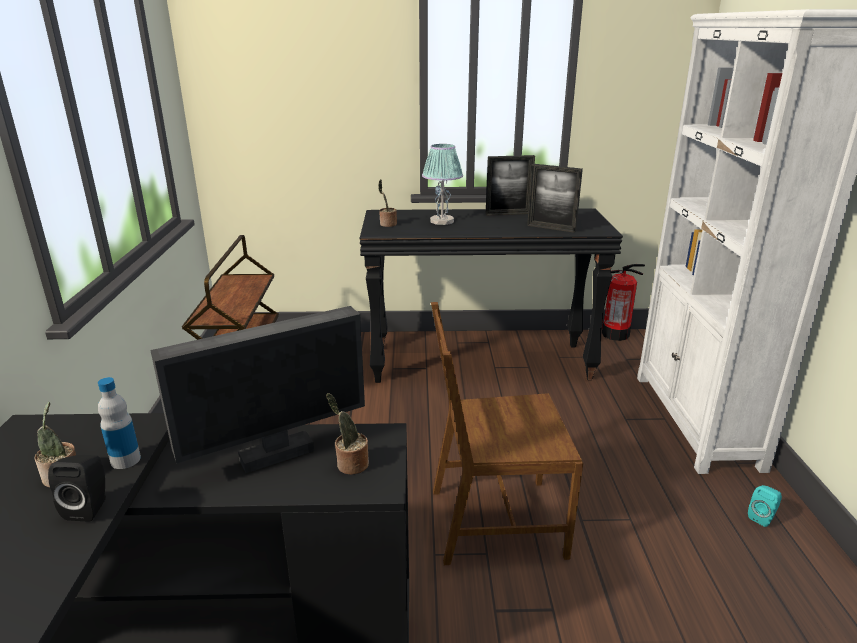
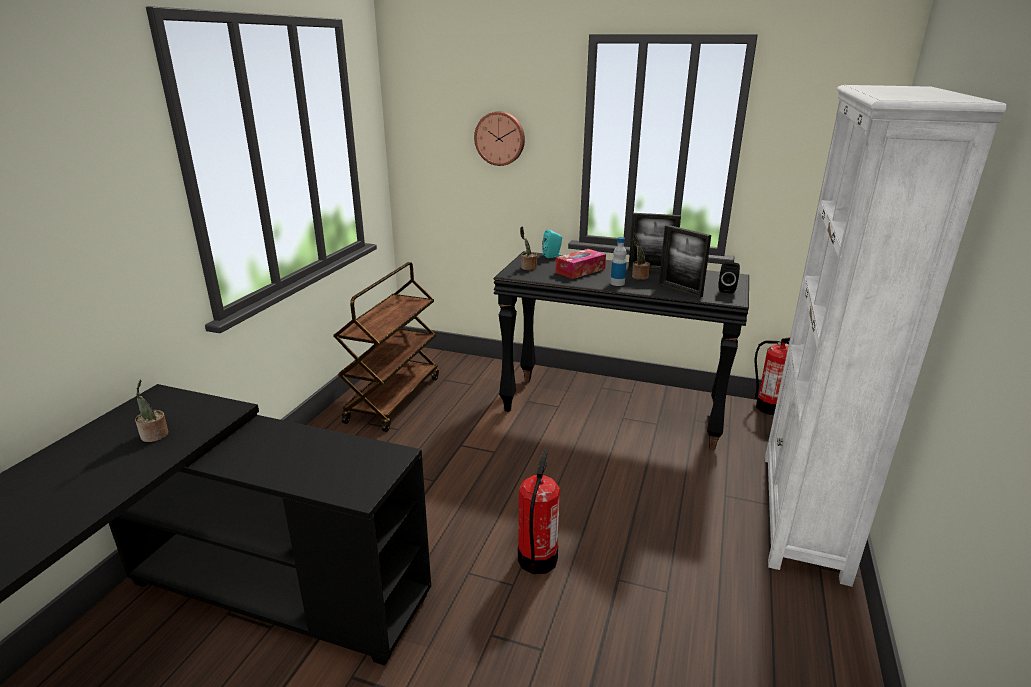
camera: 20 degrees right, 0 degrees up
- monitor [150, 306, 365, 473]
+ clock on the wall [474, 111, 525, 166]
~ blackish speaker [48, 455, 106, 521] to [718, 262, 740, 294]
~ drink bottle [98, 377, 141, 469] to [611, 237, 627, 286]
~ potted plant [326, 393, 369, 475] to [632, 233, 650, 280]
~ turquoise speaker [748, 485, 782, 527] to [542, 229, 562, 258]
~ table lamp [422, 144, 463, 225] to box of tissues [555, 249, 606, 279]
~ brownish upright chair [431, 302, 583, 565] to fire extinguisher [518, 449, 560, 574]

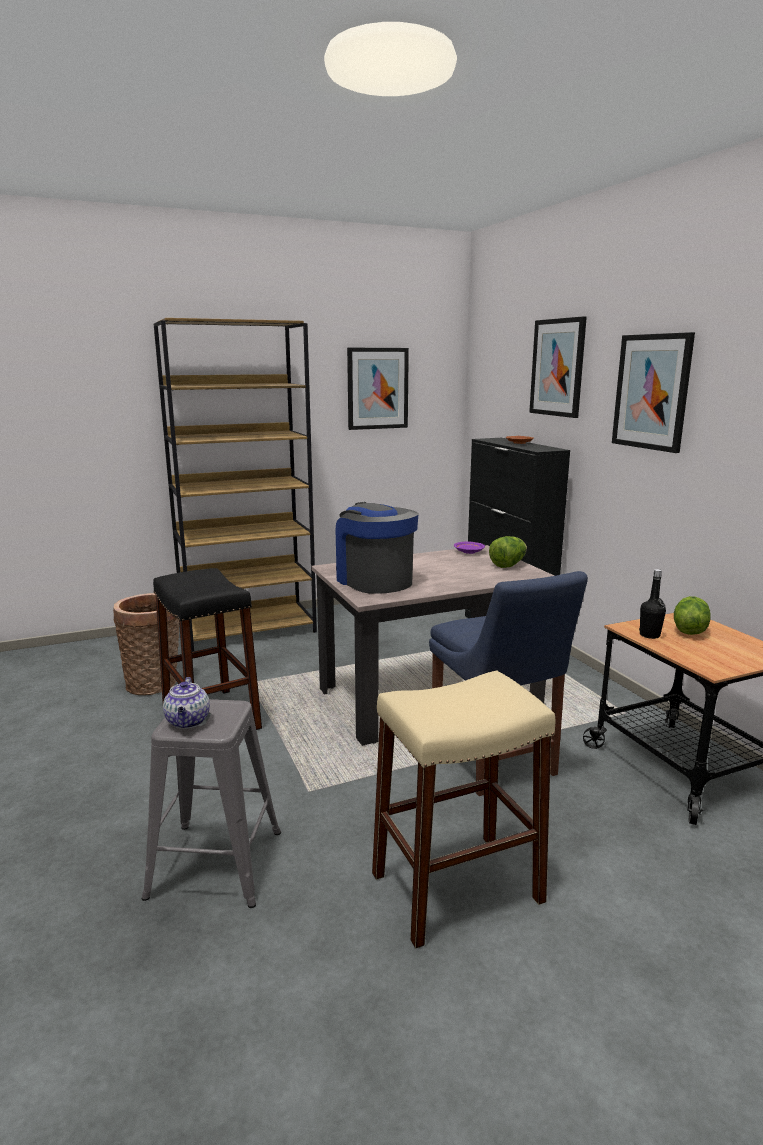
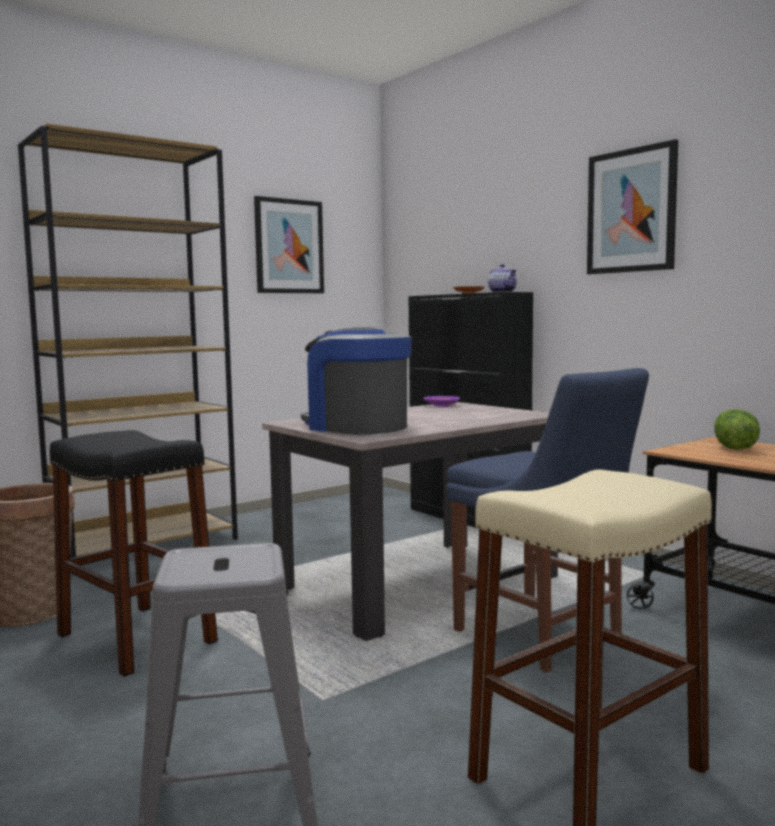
camera: 15 degrees left, 10 degrees down
- head of lettuce [489, 536, 527, 568]
- wall art [529, 316, 587, 418]
- blackish drink bottle [639, 569, 666, 639]
~ tea pot [163, 677, 210, 729] to [488, 264, 517, 292]

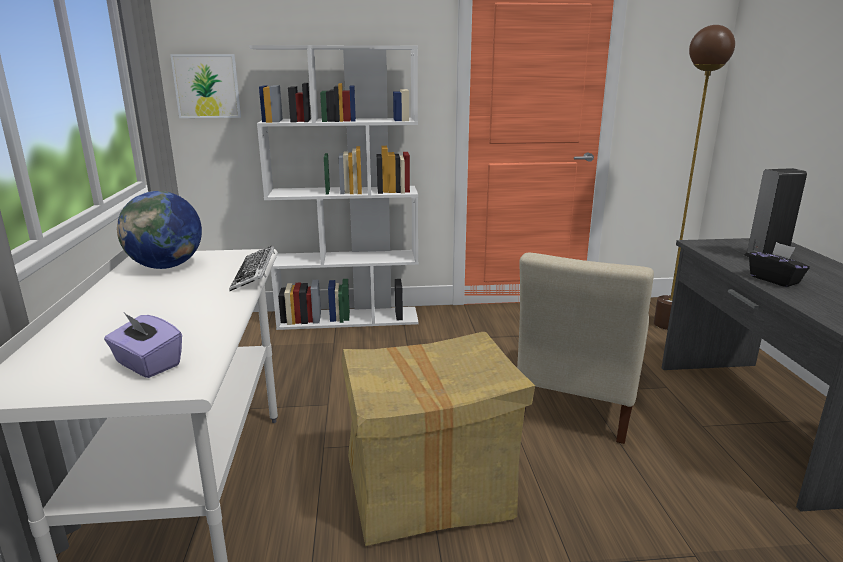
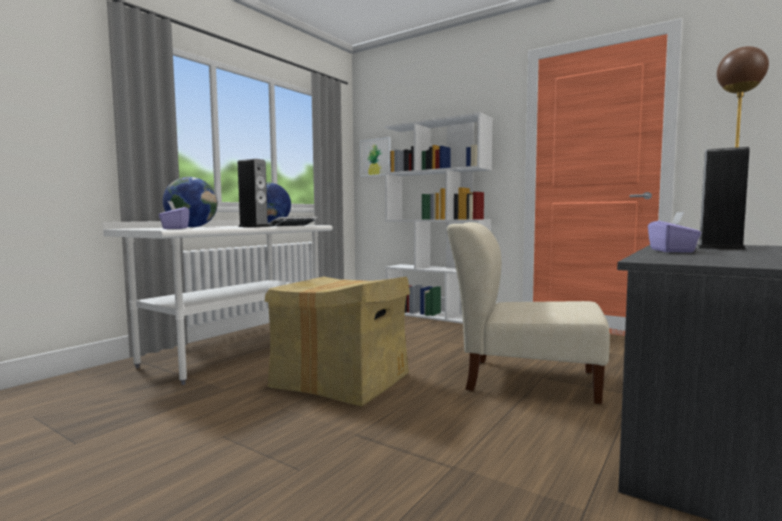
camera: 40 degrees right, 15 degrees down
+ globe [163, 177, 218, 228]
+ speaker [238, 159, 270, 227]
~ blackish box of tissues [749, 242, 810, 287] to purple-coloured box of tissues [648, 212, 702, 252]
~ sand-coloured upright chair [517, 253, 654, 444] = [447, 222, 610, 404] 45 degrees clockwise

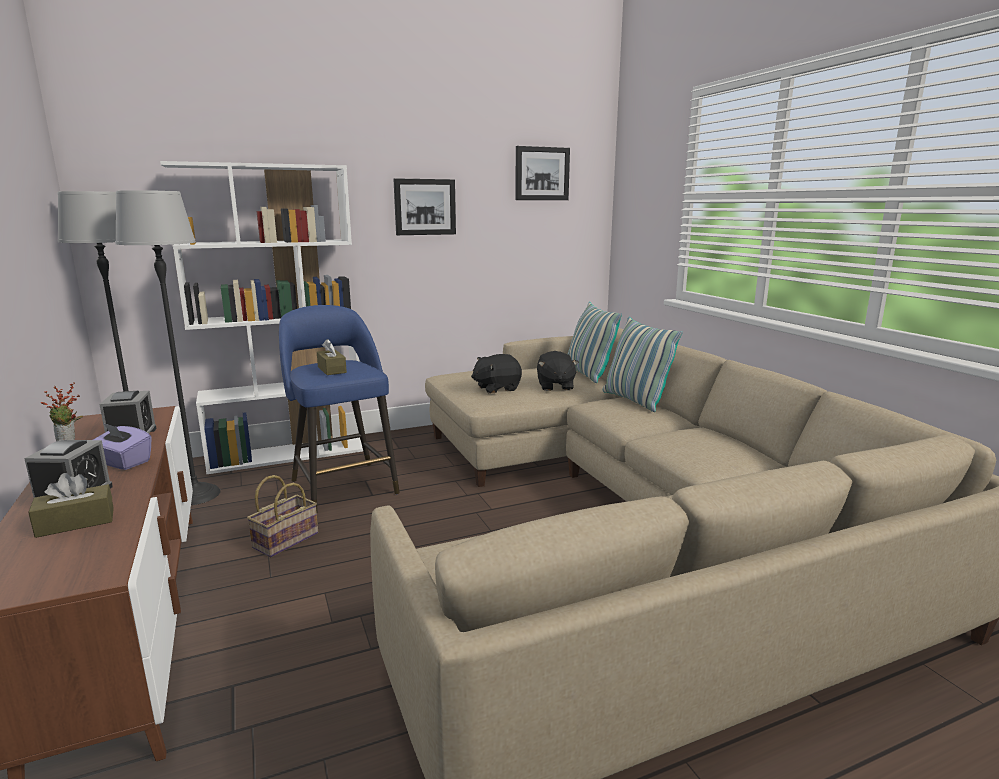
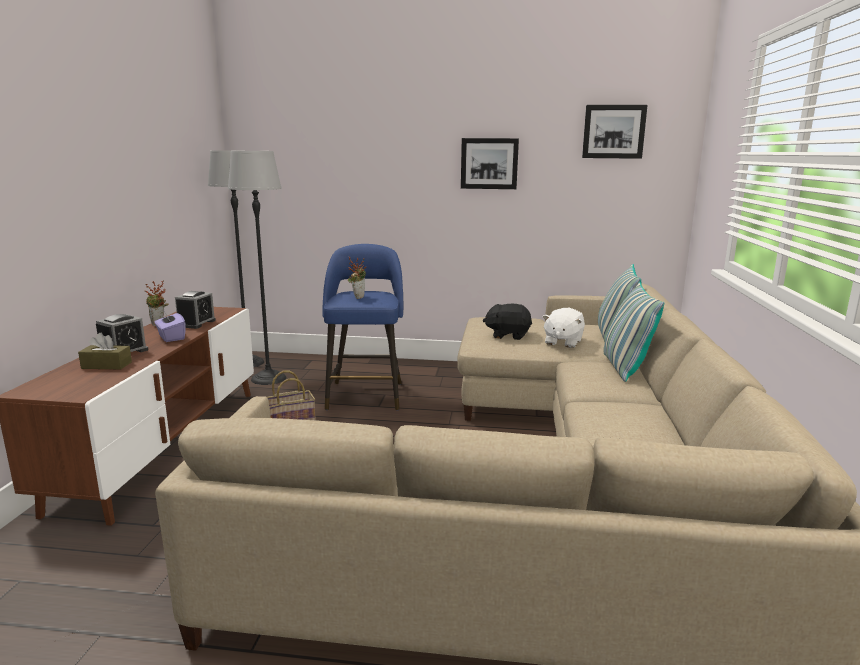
camera: 30 degrees right, 0 degrees up
- white-coloured bookcase [160, 161, 363, 474]
~ brownish box of tissues [317, 339, 347, 375] to potted plant [348, 256, 366, 299]
~ blackish plush toy [537, 351, 579, 391] to white-coloured plush toy [542, 308, 585, 348]

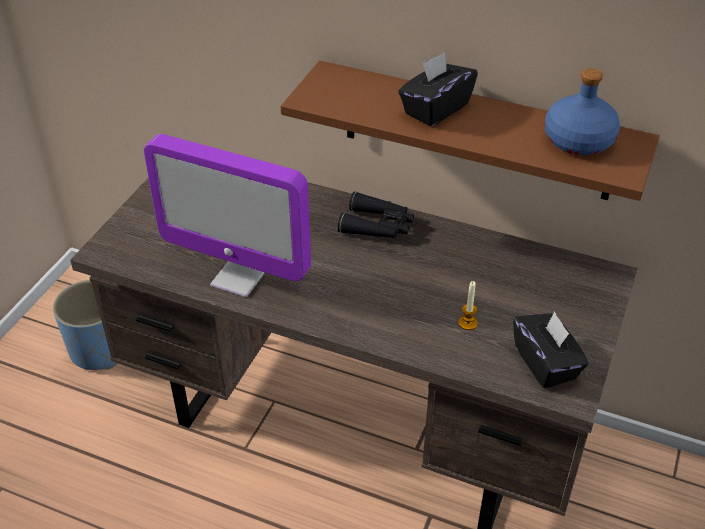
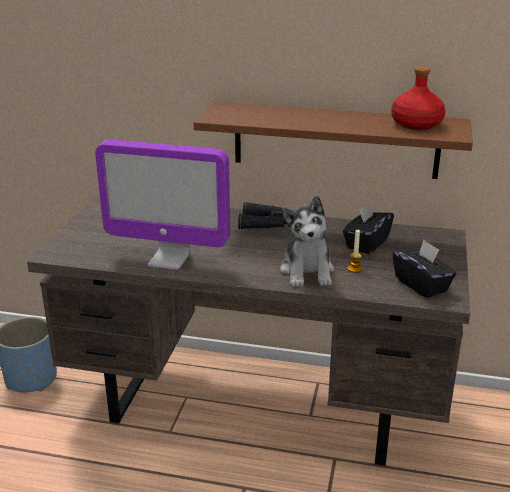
camera: 10 degrees left, 15 degrees down
+ plush toy [280, 196, 334, 287]
~ blackish box of tissues [398, 52, 478, 126] to [343, 202, 394, 254]
~ blue-coloured drink bottle [545, 68, 620, 155] to red drink bottle [391, 66, 446, 130]

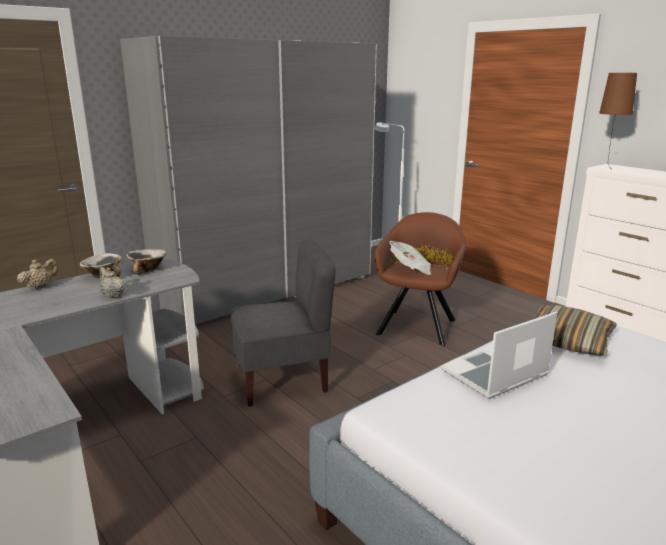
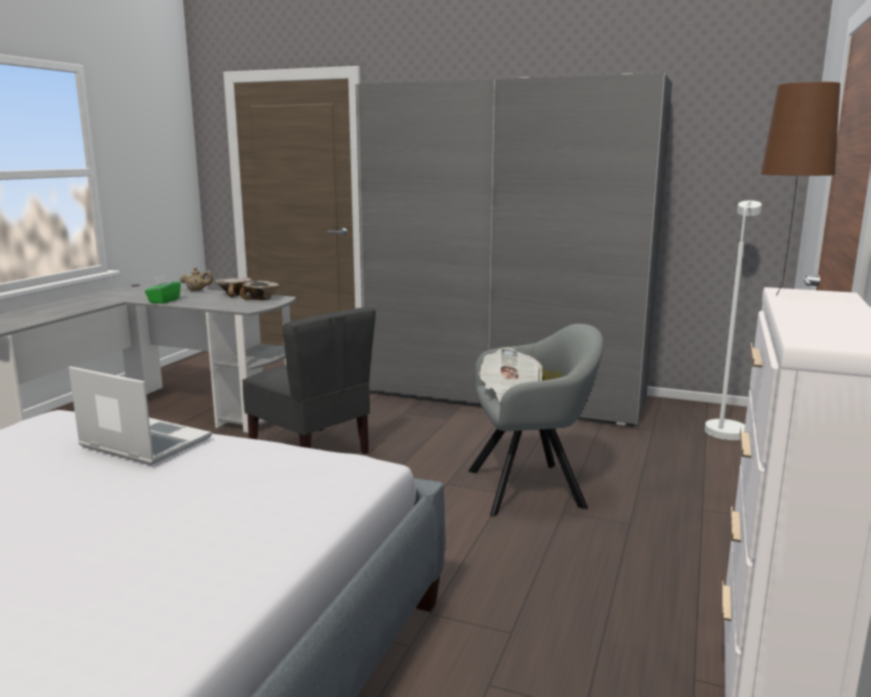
camera: 60 degrees right, 5 degrees down
- sand-coloured tea pot [99, 267, 125, 298]
- throw pillow [534, 305, 617, 356]
+ green-coloured box of tissues [145, 275, 181, 304]
~ brownish armchair [375, 212, 466, 346] to grey armchair [468, 324, 603, 517]

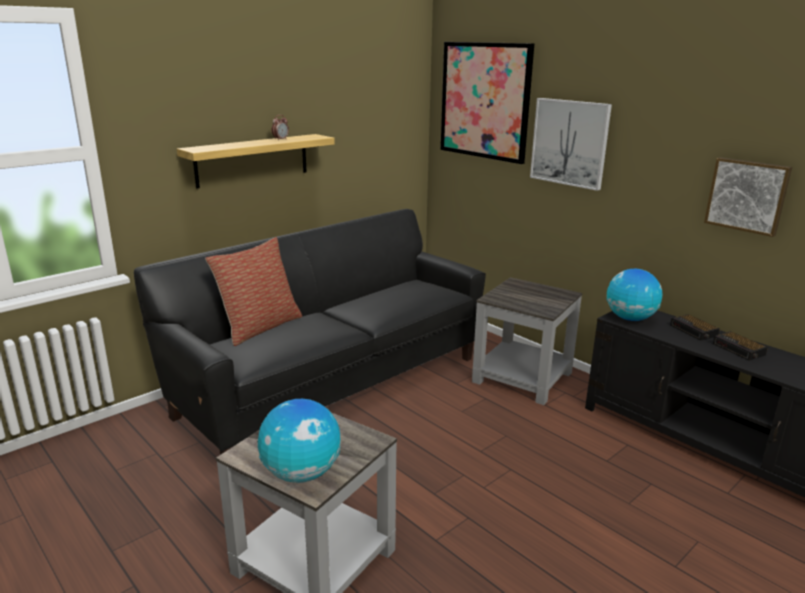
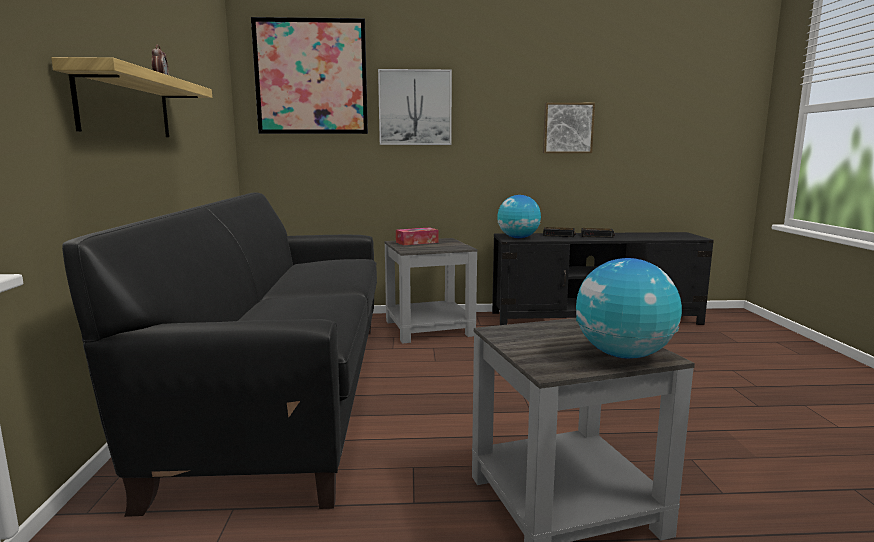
camera: 50 degrees left, 10 degrees down
- throw pillow [205, 237, 302, 346]
+ box of tissues [396, 227, 438, 245]

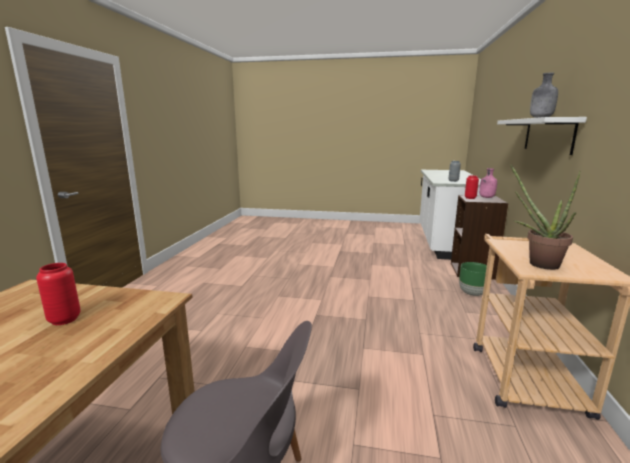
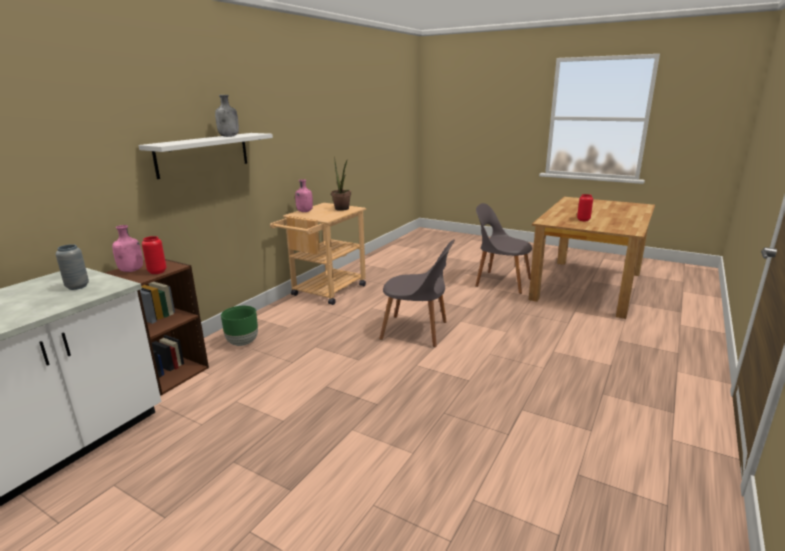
camera: 160 degrees left, 5 degrees up
+ pinkish drink bottle [295, 179, 313, 212]
+ grey upright chair [379, 239, 455, 347]

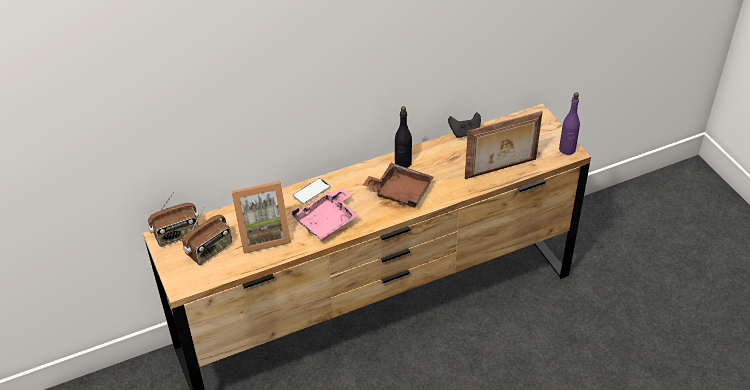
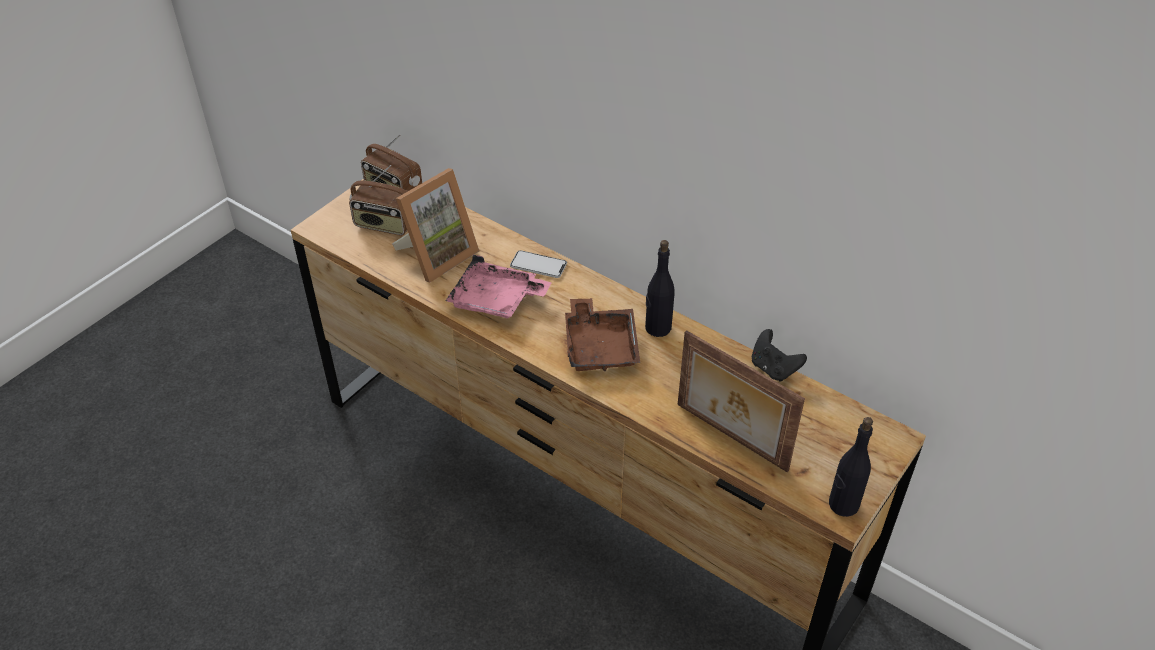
camera: 60 degrees right, 0 degrees up
~ purple-coloured drink bottle [559, 93, 580, 155] to blackish drink bottle [829, 417, 873, 517]
~ photo frame [232, 181, 291, 254] = [392, 168, 479, 283] 90 degrees counterclockwise

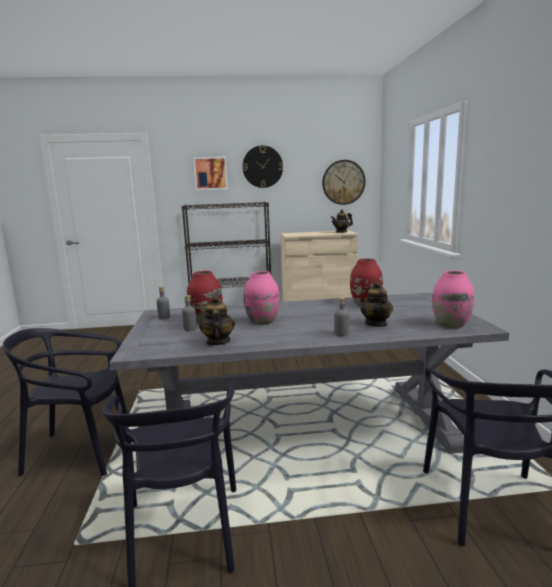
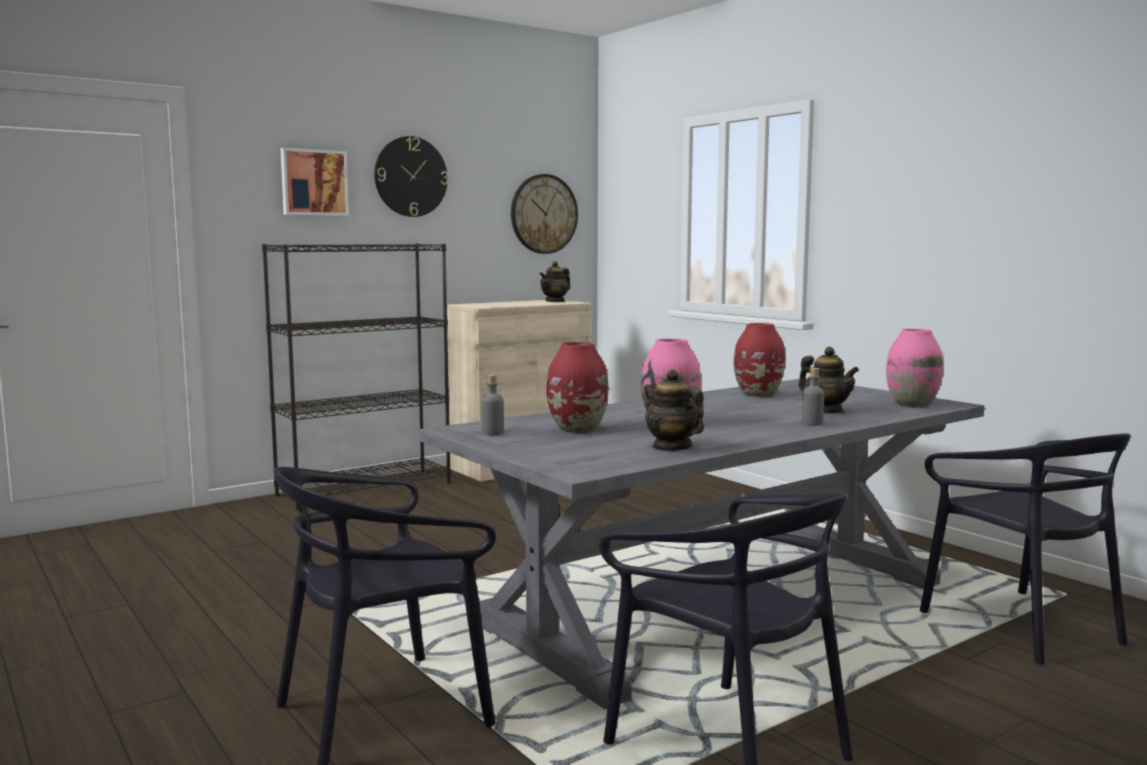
camera: 30 degrees left, 5 degrees down
- grey drink bottle [182, 295, 197, 331]

